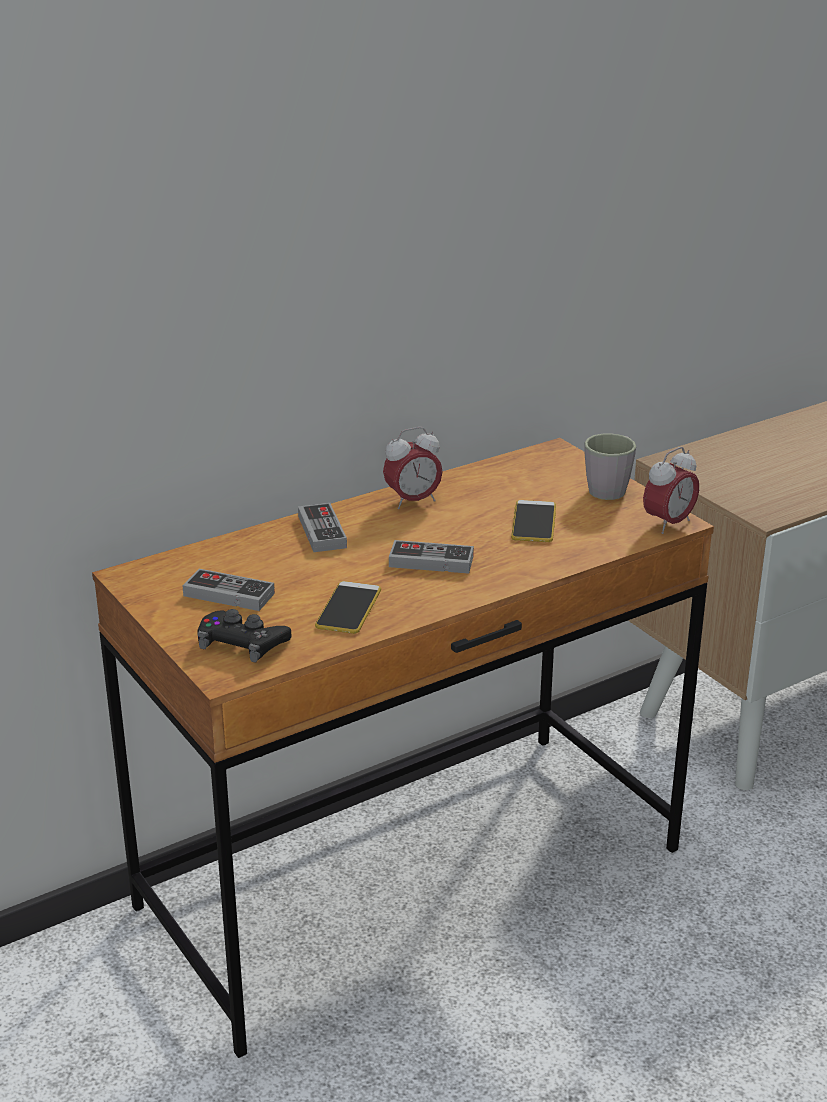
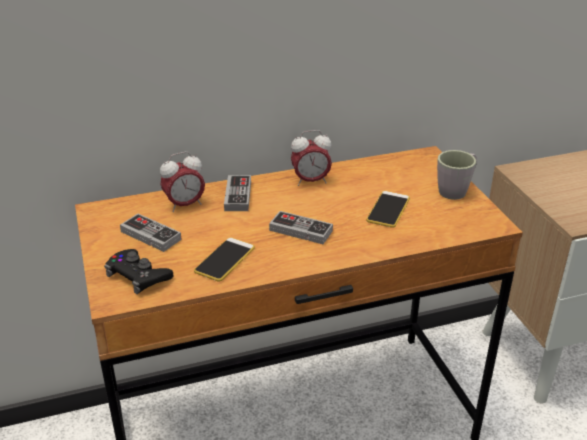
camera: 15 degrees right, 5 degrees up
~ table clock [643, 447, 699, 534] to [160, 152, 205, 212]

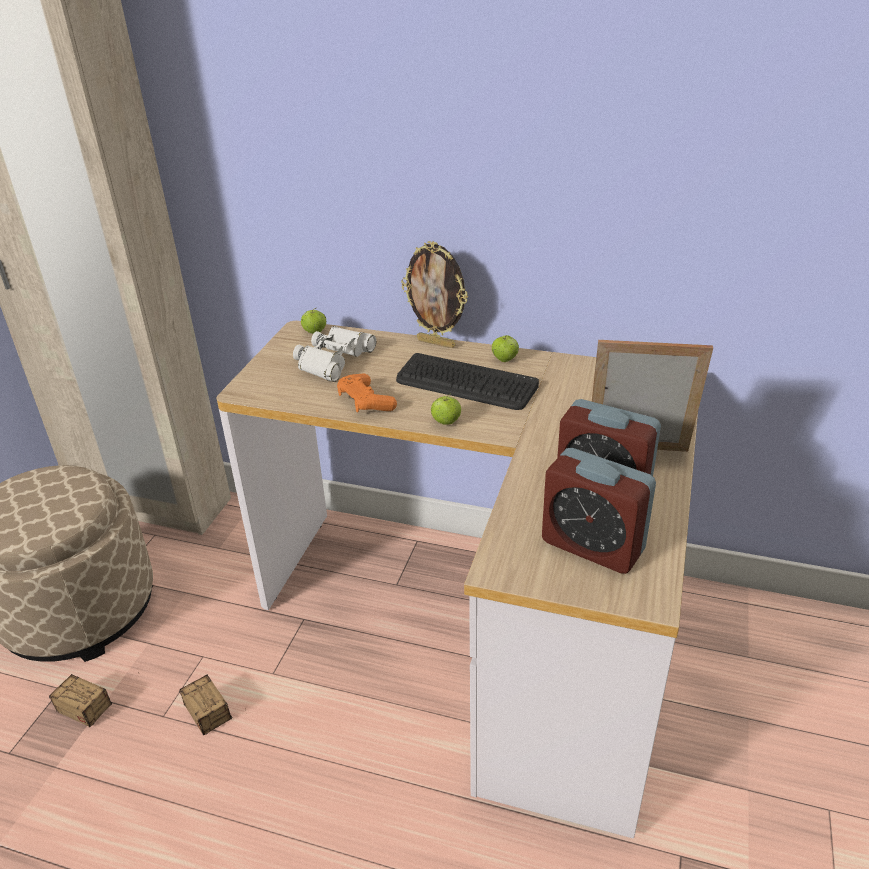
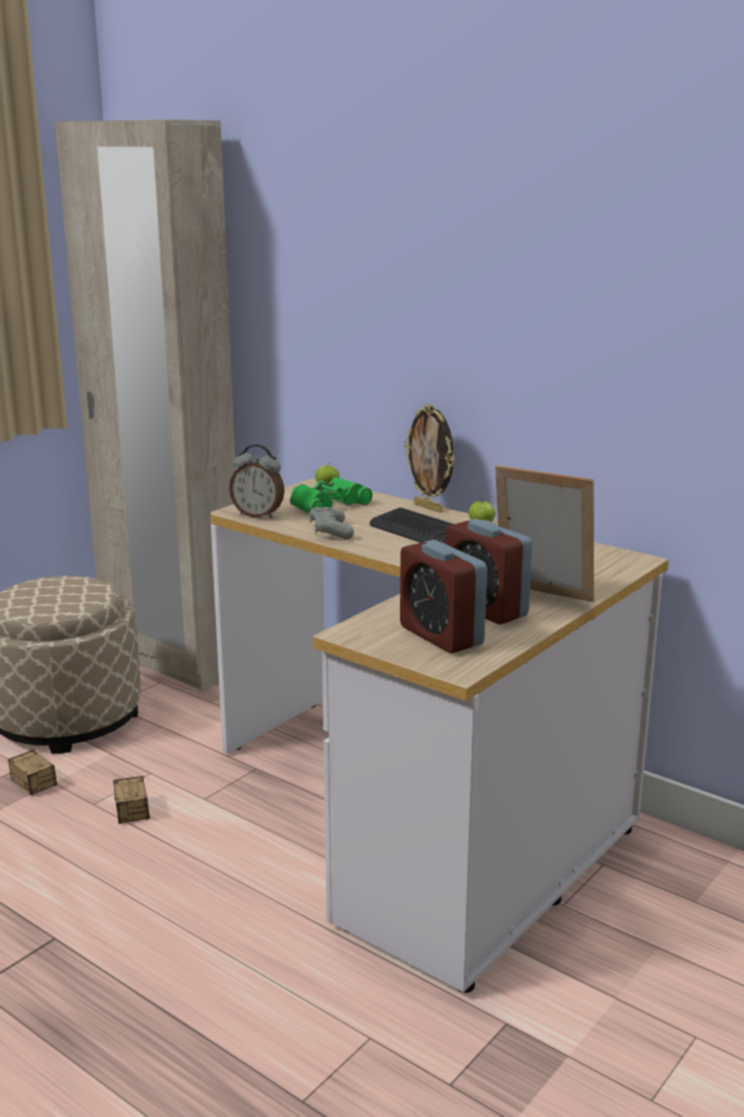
camera: 20 degrees right, 15 degrees down
- apple [431, 394, 461, 425]
+ table clock [229, 444, 285, 519]
~ white-coloured binoculars [293, 326, 376, 382] to green-coloured binoculars [290, 477, 372, 514]
~ orange-coloured gamepad [337, 373, 397, 412] to grey gamepad [309, 507, 354, 539]

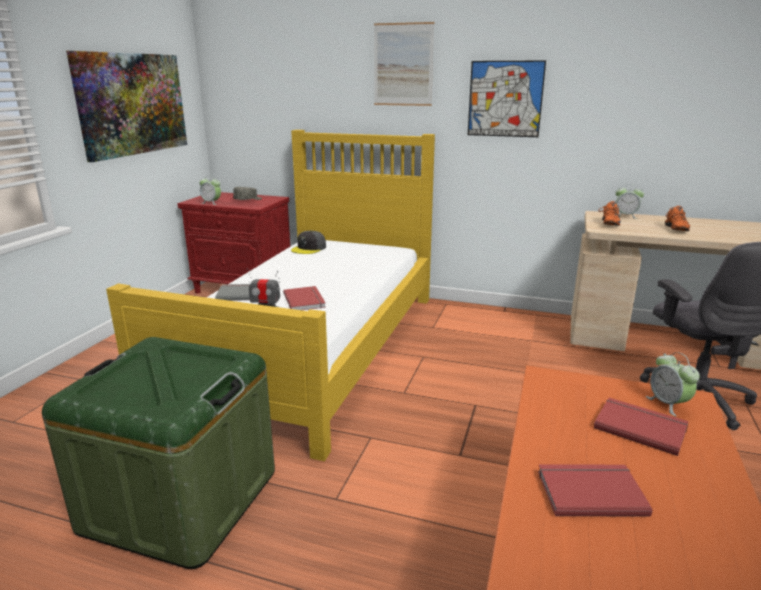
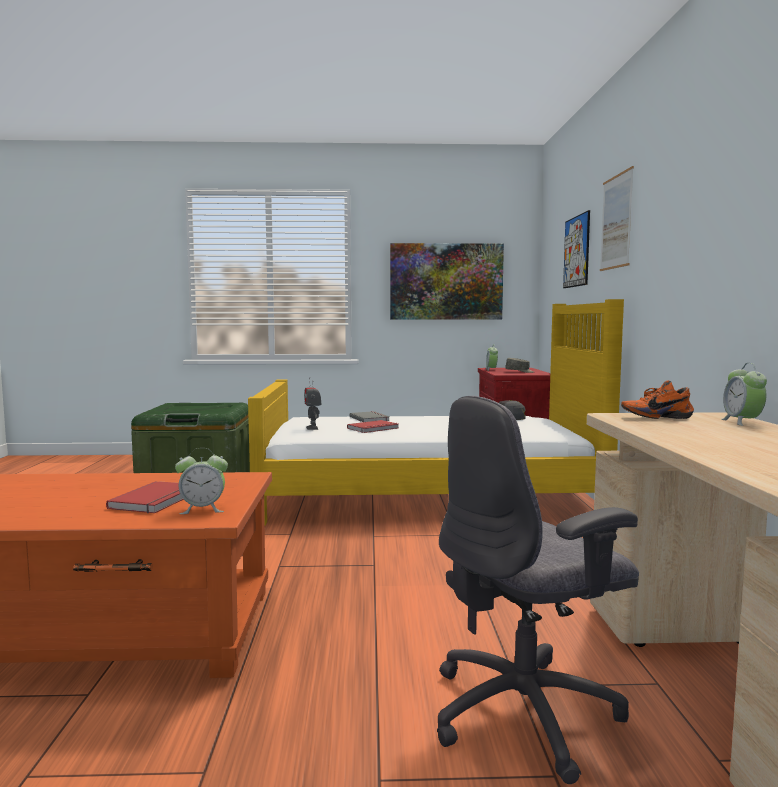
camera: 70 degrees right, 15 degrees down
- red bound book [538, 465, 652, 516]
- orange-coloured item of footwear [665, 206, 690, 231]
~ wall art [468, 60, 546, 137] to [563, 210, 590, 288]
~ table clock [646, 352, 700, 416] = [175, 448, 228, 514] 150 degrees counterclockwise

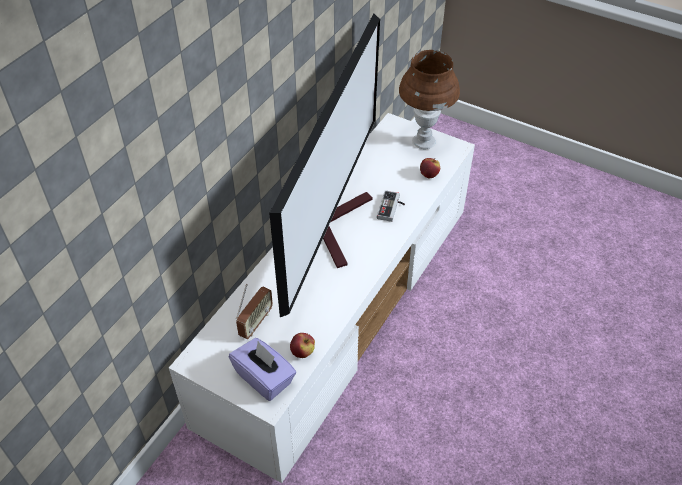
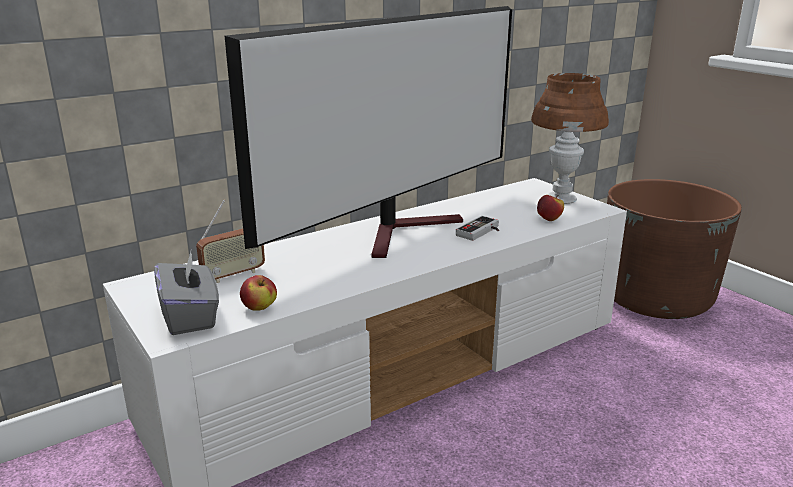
camera: 25 degrees right, 25 degrees down
+ brownish planter [607, 179, 742, 319]
~ purple-coloured box of tissues [229, 338, 296, 401] to grey box of tissues [154, 252, 219, 335]

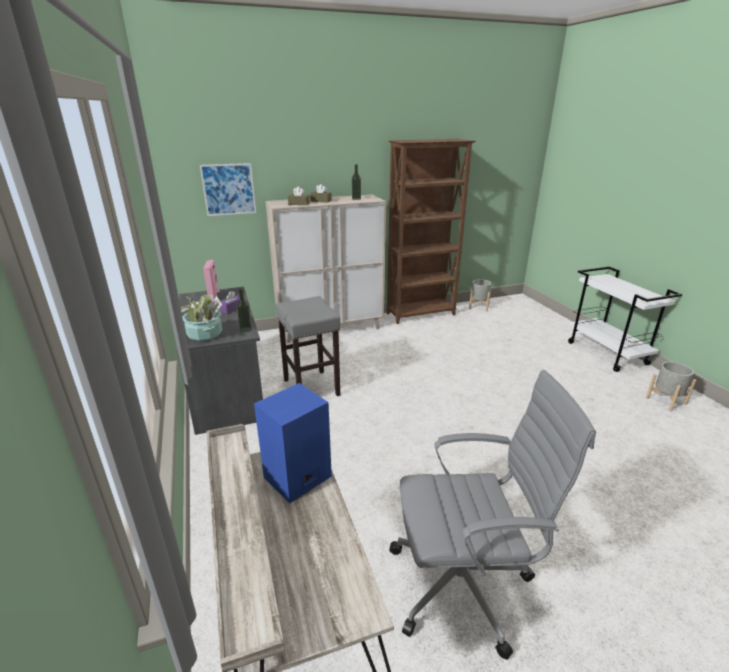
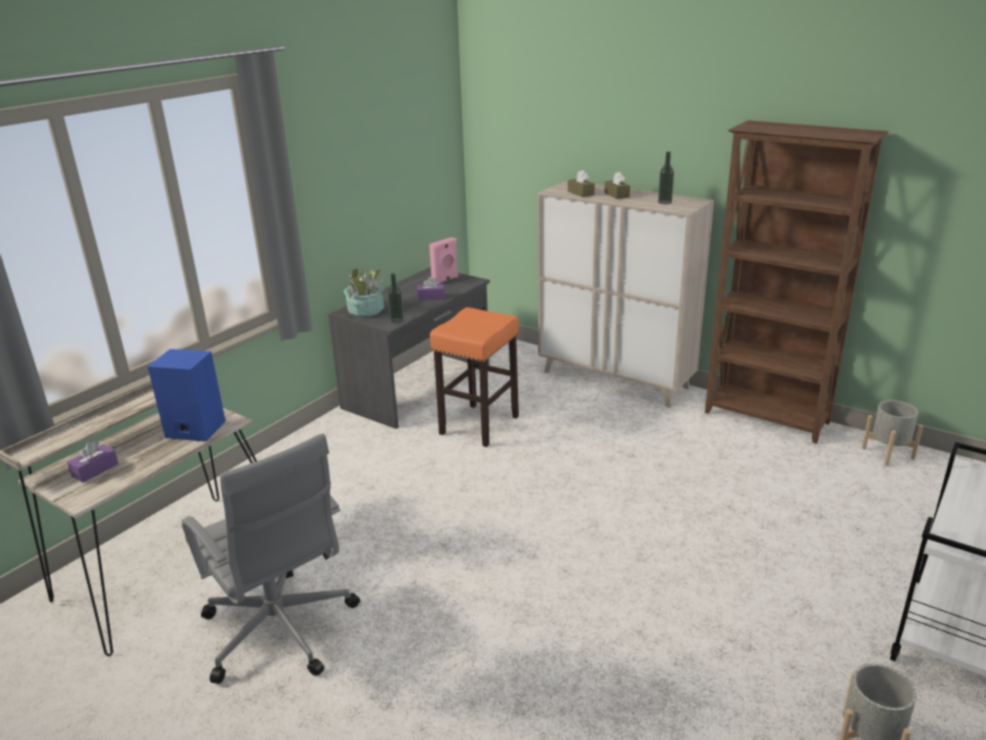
camera: 55 degrees right, 0 degrees up
- wall art [200, 163, 256, 216]
+ purple-coloured box of tissues [67, 441, 119, 482]
~ grey stool [275, 296, 340, 396] to orange-coloured stool [430, 307, 519, 447]

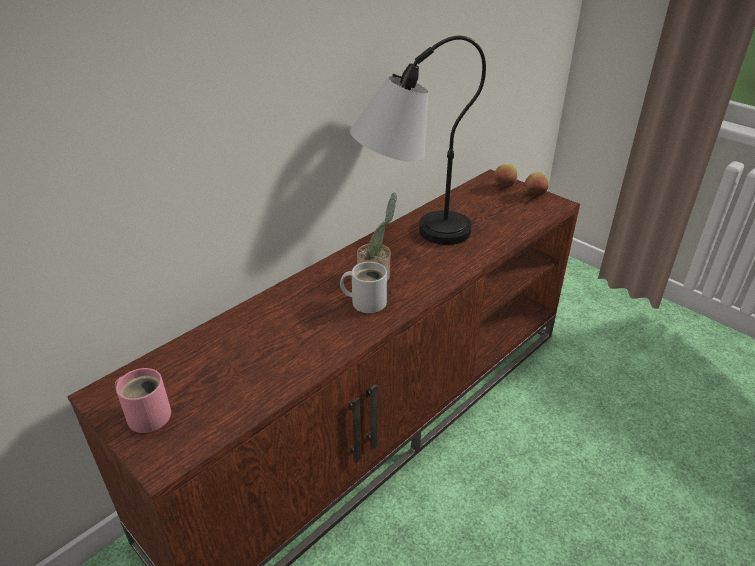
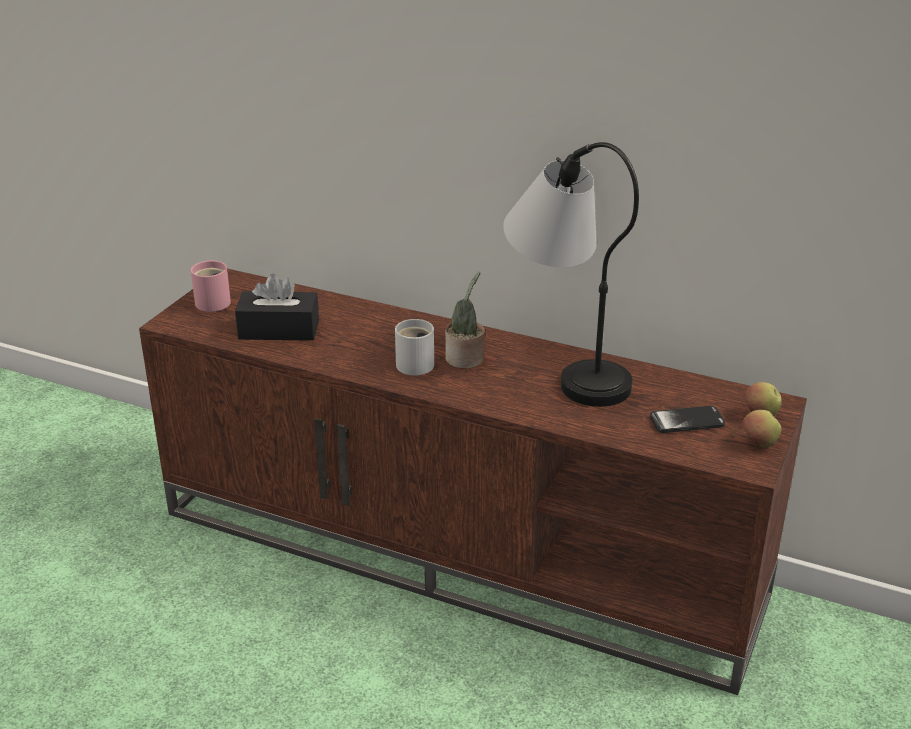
camera: 70 degrees right, 5 degrees down
+ blackish box of tissues [235, 273, 319, 341]
+ handset [650, 406, 725, 433]

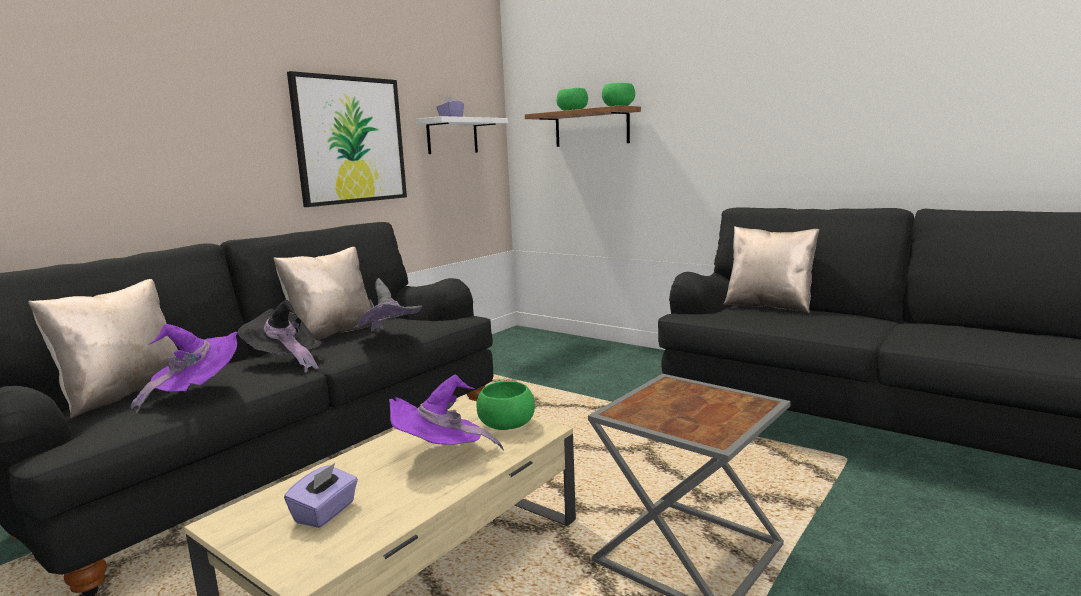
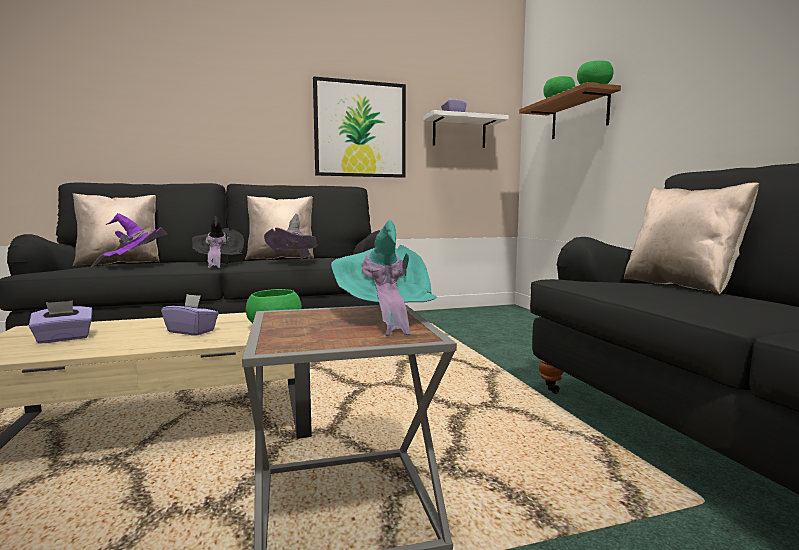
camera: 35 degrees right, 5 degrees down
+ turquoise wearable hat [331, 220, 437, 336]
~ purple-coloured wearable hat [389, 374, 504, 451] to purple-coloured box of tissues [161, 294, 219, 336]

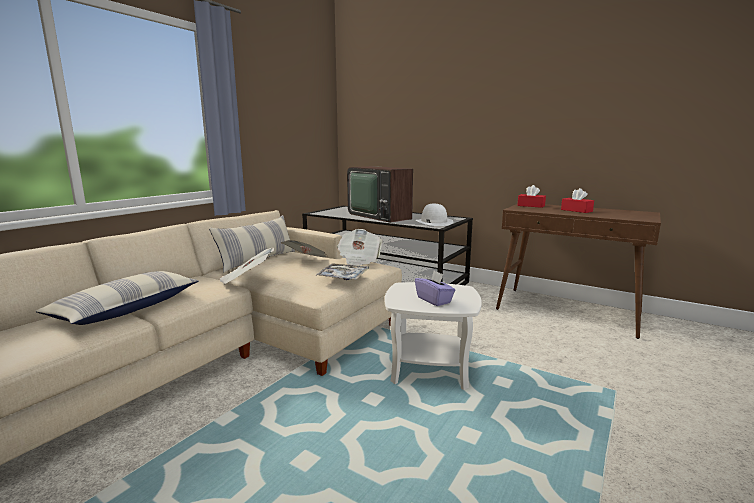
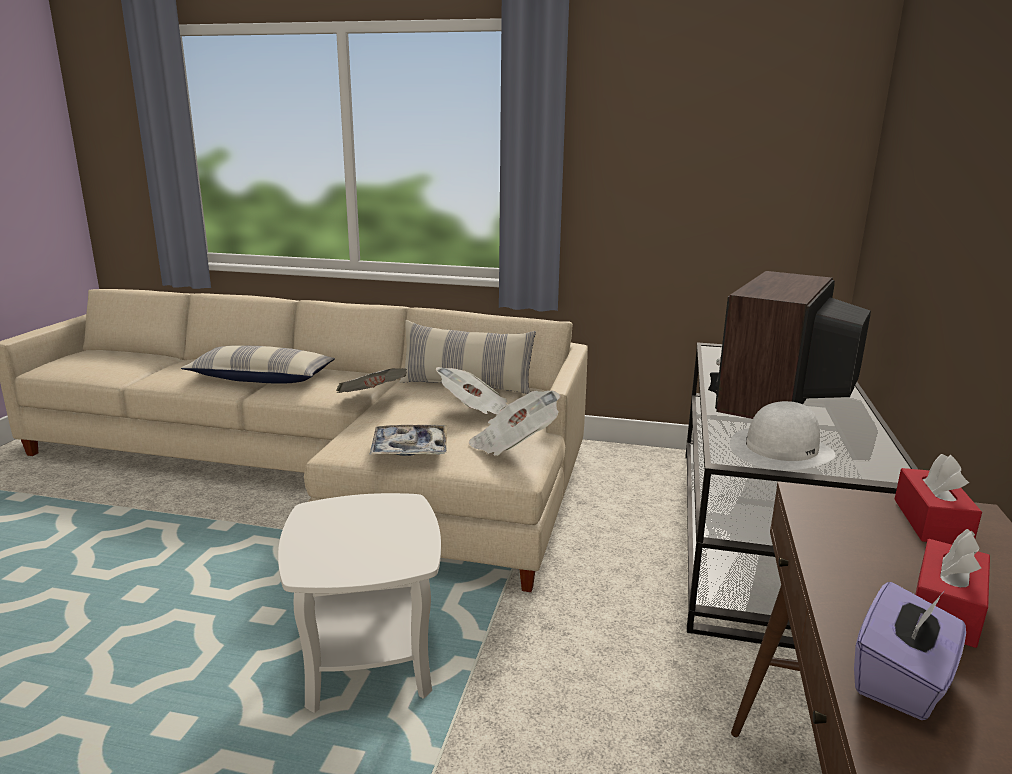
camera: 70 degrees right, 5 degrees up
~ purple-coloured box of tissues [415, 271, 456, 306] to [854, 582, 966, 720]

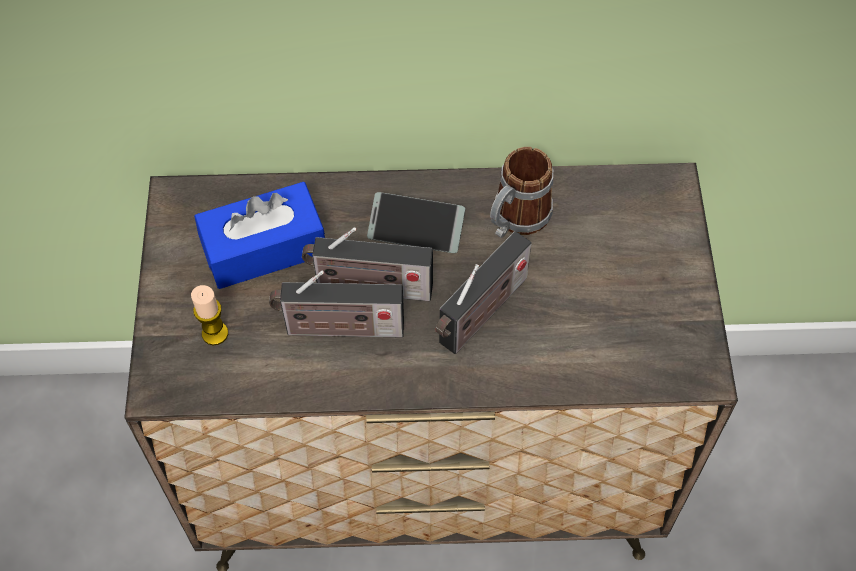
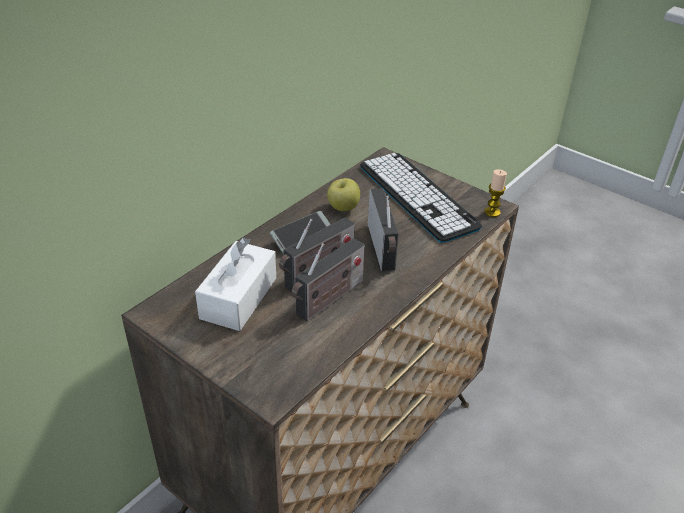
camera: 50 degrees left, 20 degrees down
+ PC keyboard [360, 153, 482, 243]
~ wax light [191, 285, 228, 345] to [484, 169, 507, 217]
~ coffee mug [490, 147, 553, 238] to apple [327, 178, 360, 211]
~ blue-coloured box of tissues [194, 182, 325, 289] to white-coloured box of tissues [195, 237, 276, 331]

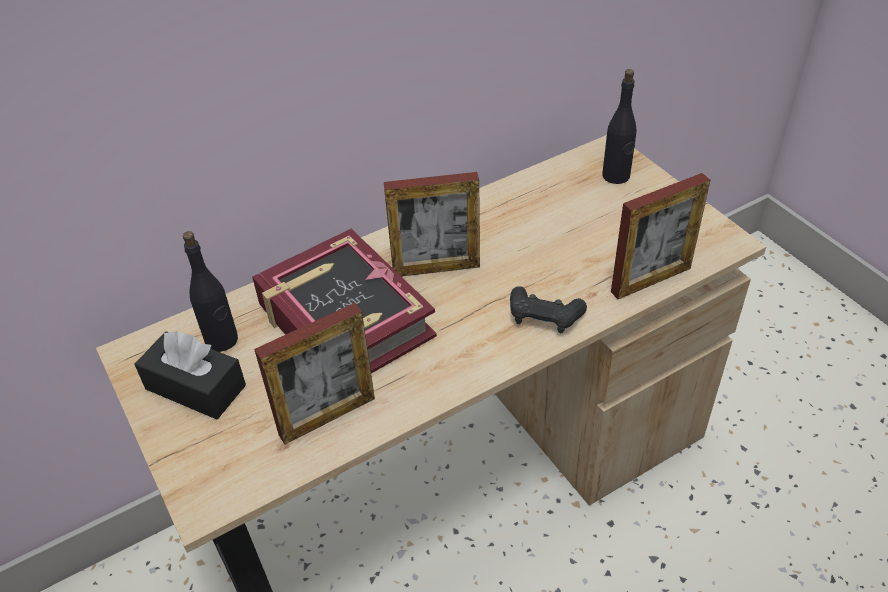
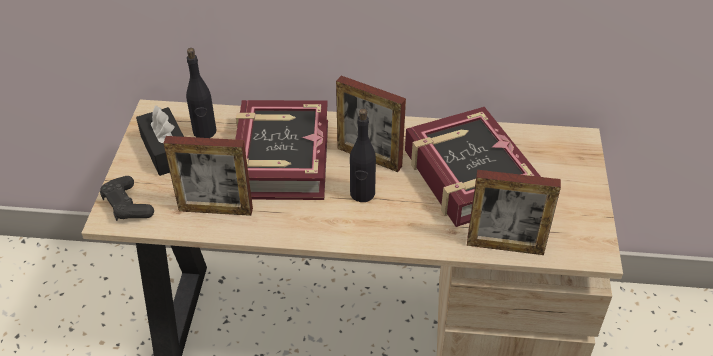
camera: 35 degrees right, 0 degrees up
+ bound book [405, 107, 541, 227]
~ blackish gamepad [510, 286, 587, 333] to [100, 176, 154, 221]
~ blackish drink bottle [602, 69, 636, 184] to [350, 108, 376, 202]

